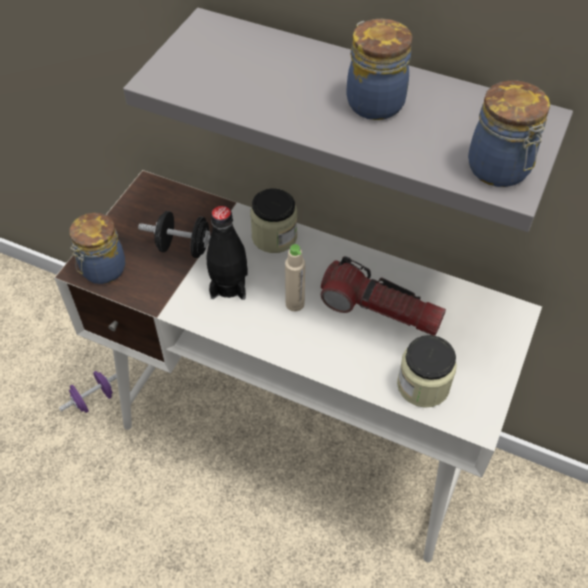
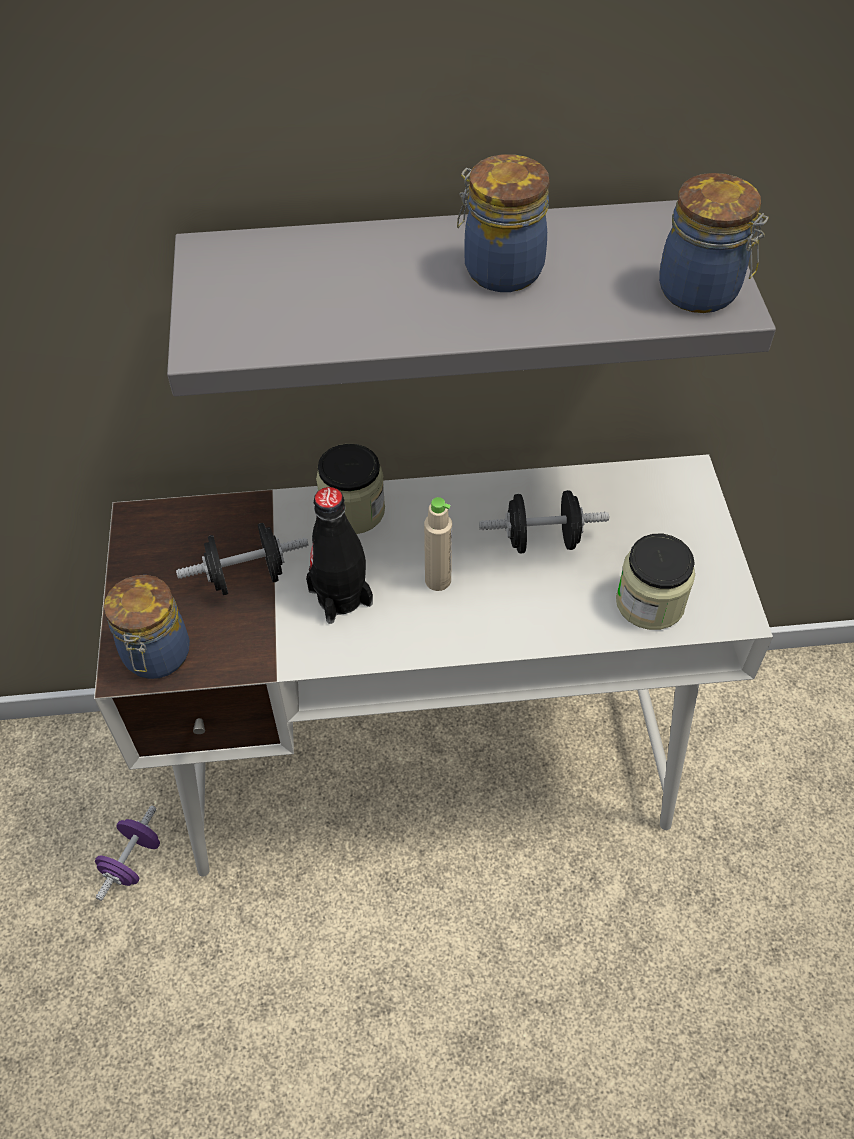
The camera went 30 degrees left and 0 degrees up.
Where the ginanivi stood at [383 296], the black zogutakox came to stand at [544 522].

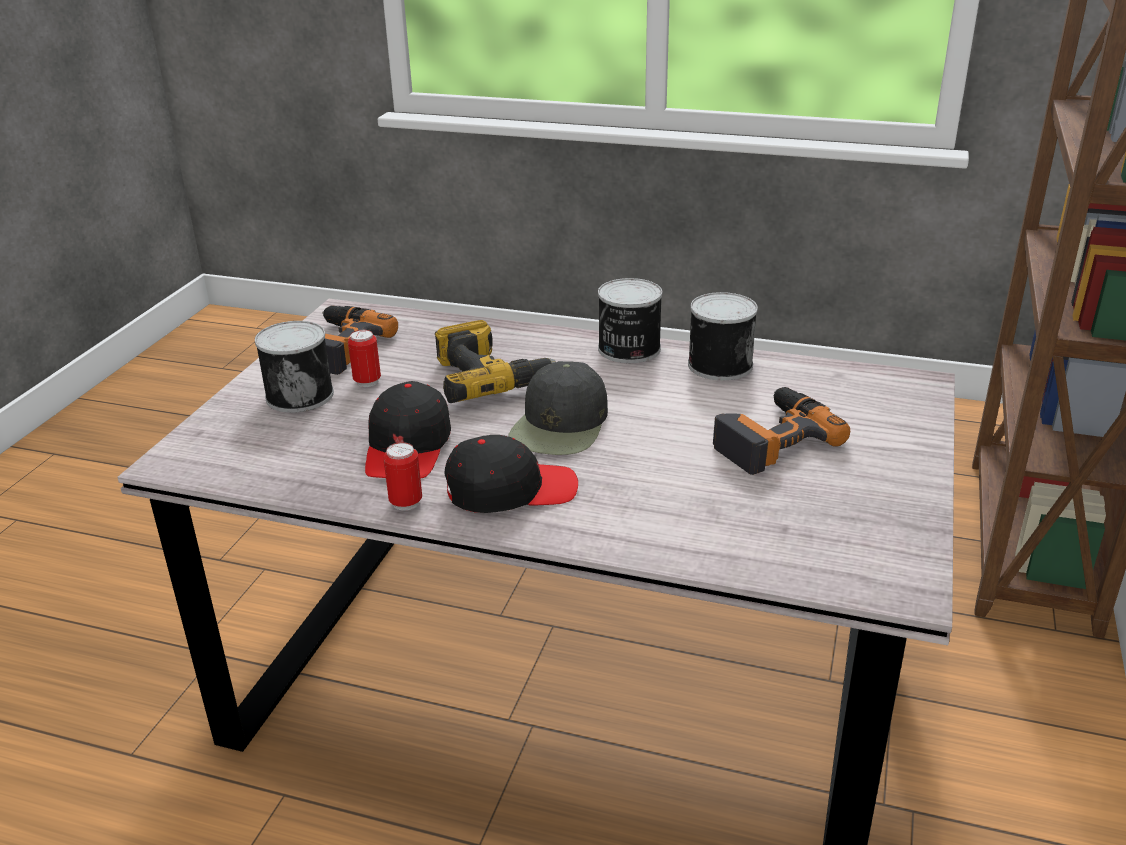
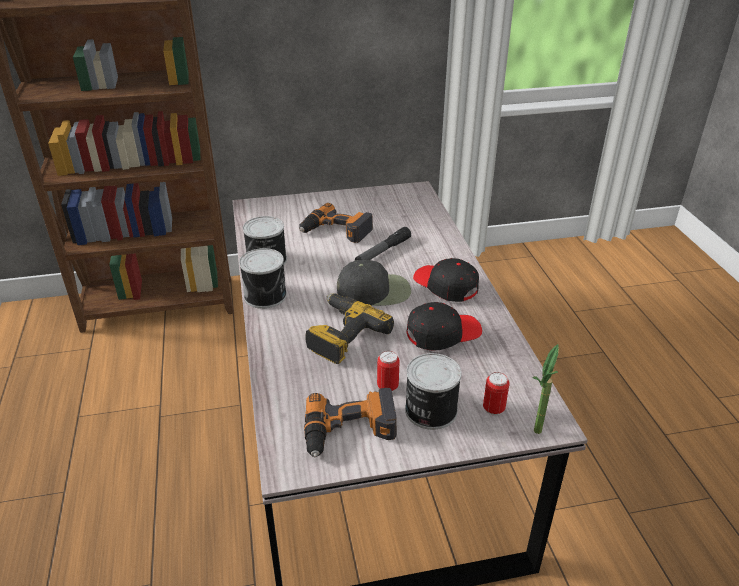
The camera went 120 degrees left and 5 degrees up.
The second view gained the ginanivi at [383 243].
The second view gained the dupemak at [545 389].
The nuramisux ended up elsewhere, having gone from [402 476] to [496 394].

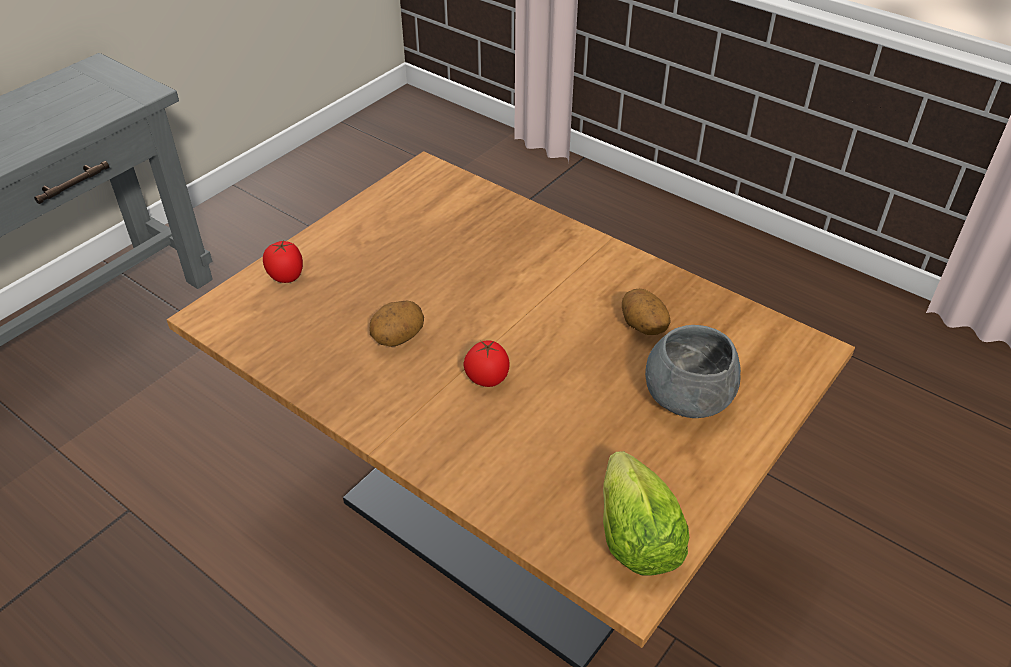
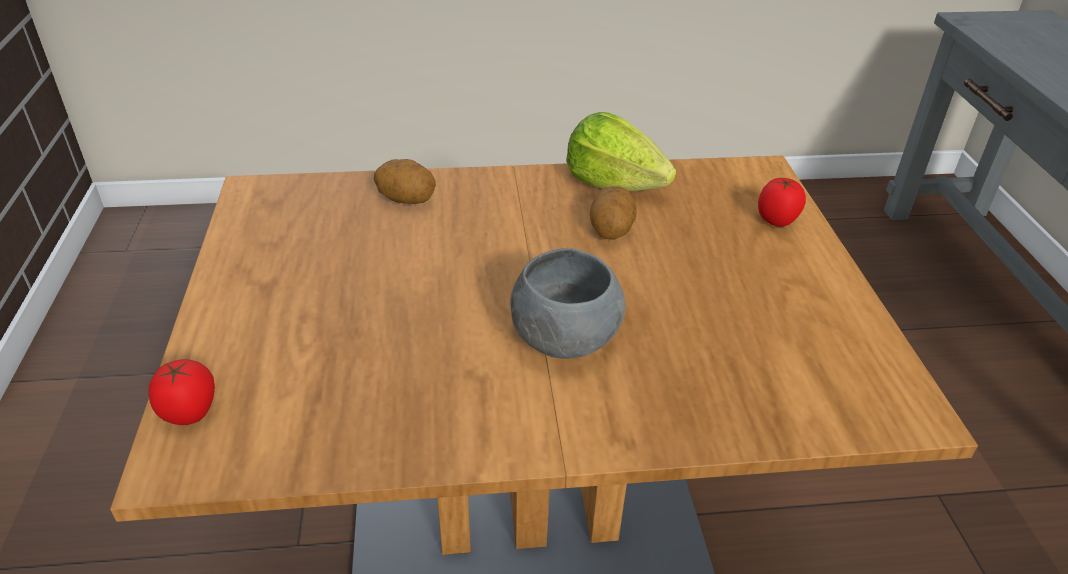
The camera went 135 degrees right and 5 degrees down.
The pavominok ended up elsewhere, having gone from [487 363] to [181 392].
The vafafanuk ended up elsewhere, having gone from [646 513] to [621 151].
The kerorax ended up elsewhere, having gone from [646 312] to [405 181].
The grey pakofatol ended up elsewhere, having gone from [693 371] to [568 303].

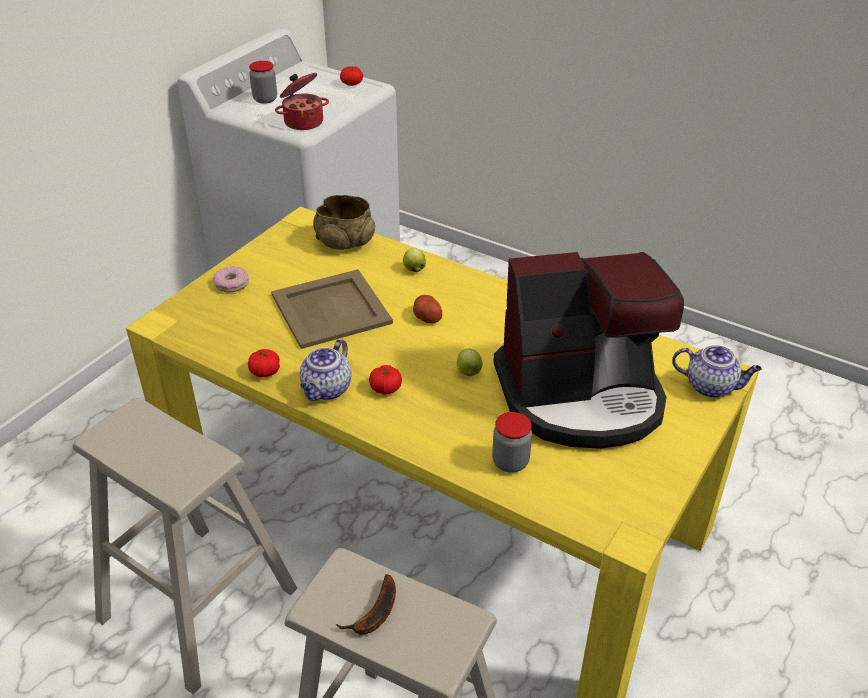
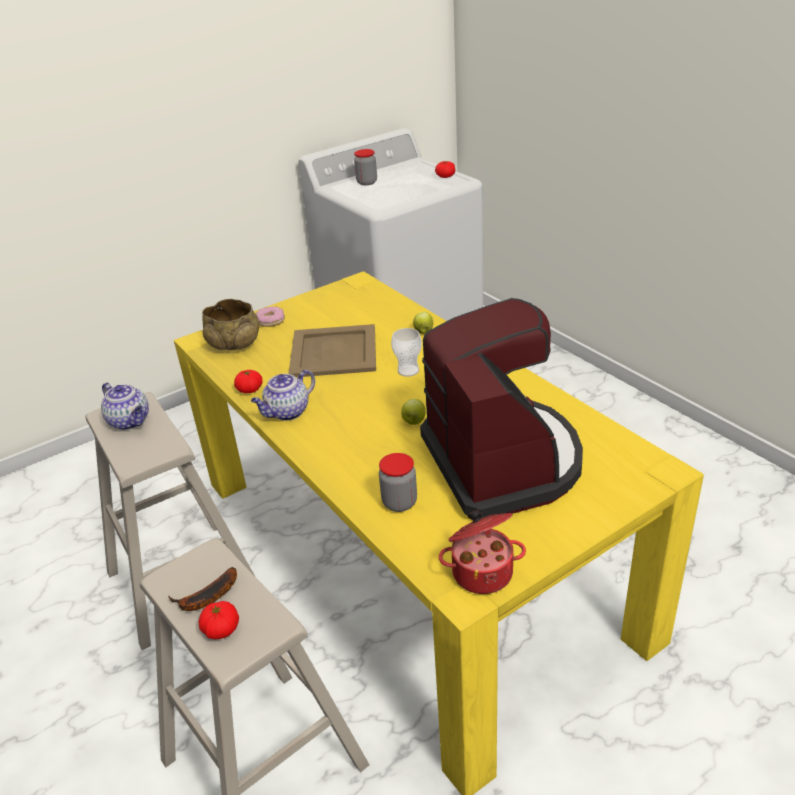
The camera went 25 degrees right and 5 degrees down.
The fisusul ended up elsewhere, having gone from [302 101] to [482 551].
The beige pakofatol ended up elsewhere, having gone from [344 222] to [231 324].
The pavominok ended up elsewhere, having gone from [385 380] to [219 620].
The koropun ended up elsewhere, having gone from [717 371] to [125 406].
Where the kerorax stood at [427 309], the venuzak came to stand at [406 352].
The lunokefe at [588 350] ended up facing another way, 120 degrees counterclockwise from before.

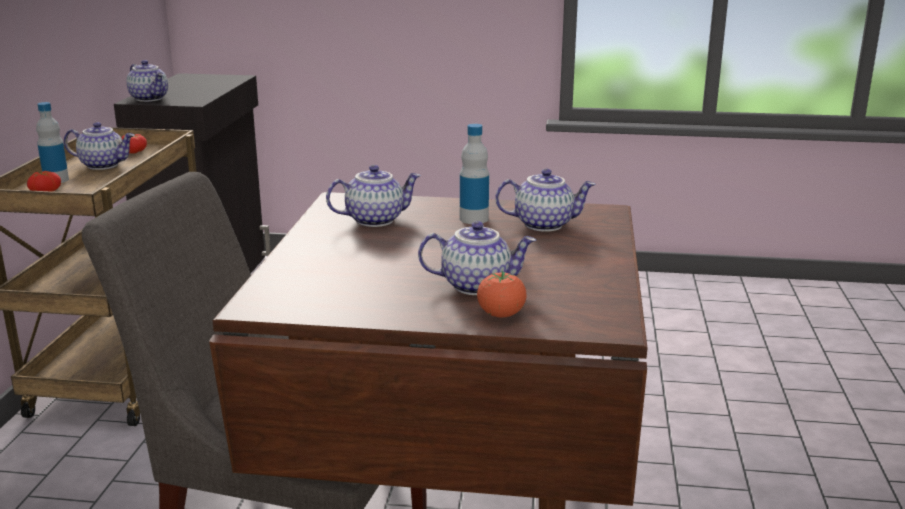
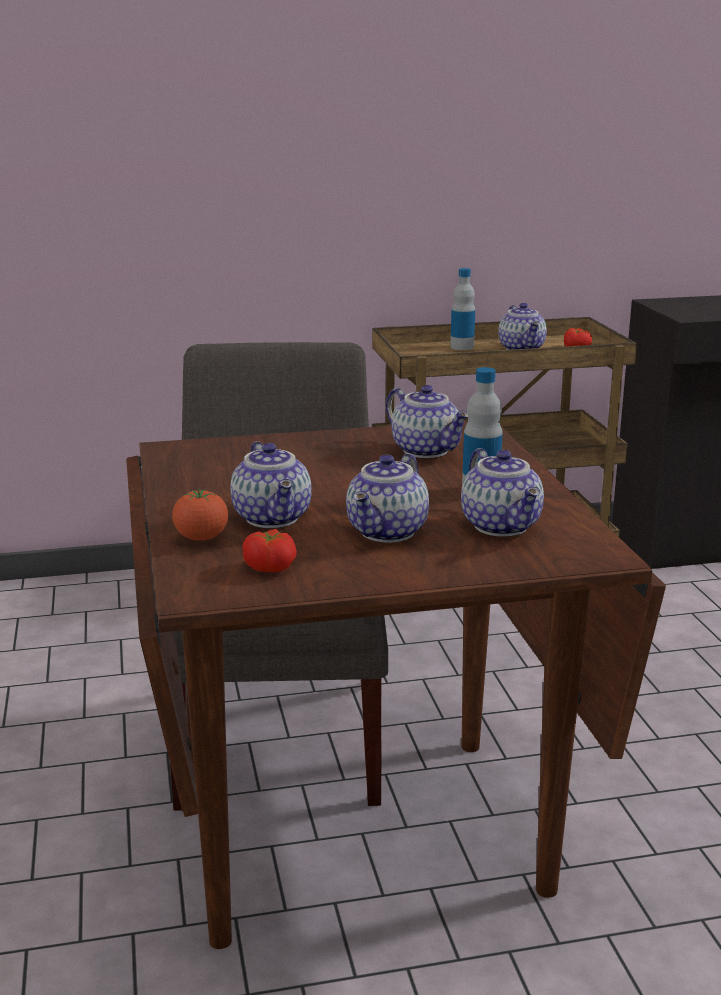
The camera went 70 degrees right and 0 degrees up.
The pavominok ended up elsewhere, having gone from [44 181] to [269 550].
The koropun ended up elsewhere, having gone from [147 81] to [387 498].

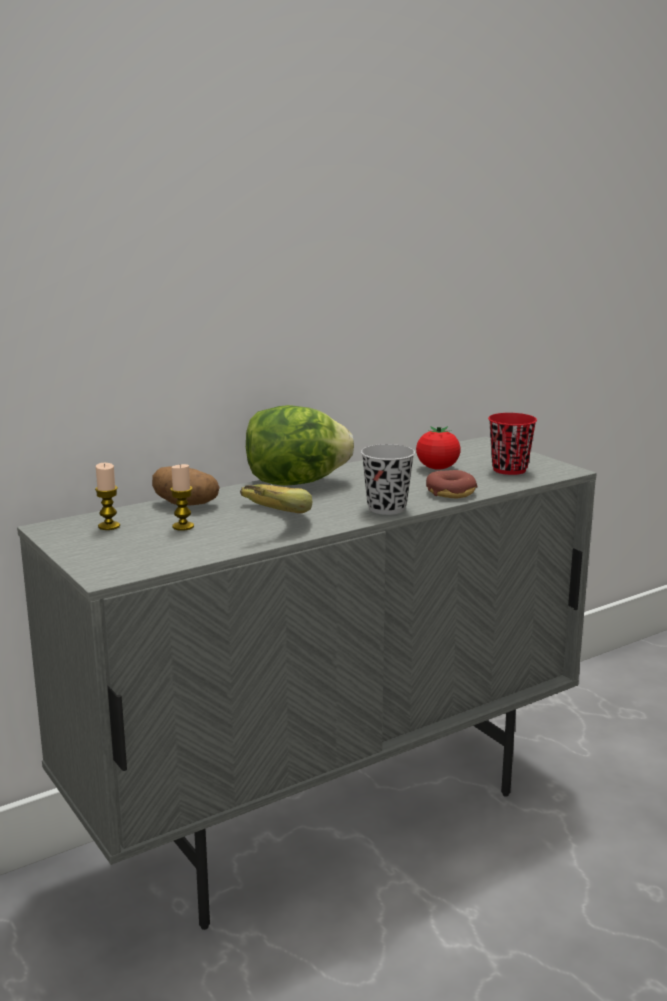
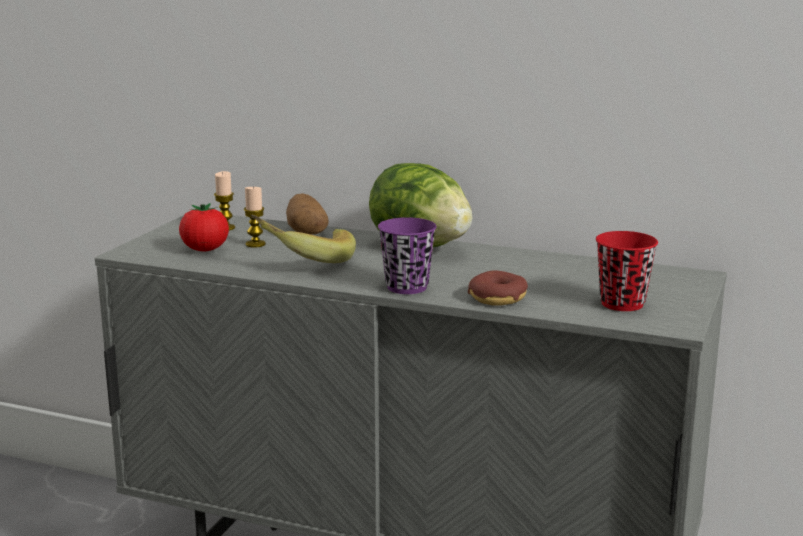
The camera went 55 degrees right and 0 degrees up.
The pavominok ended up elsewhere, having gone from [438 448] to [204 227].
What was the black venuzak at [388 479] turned into the purple venuzak at [407 255].

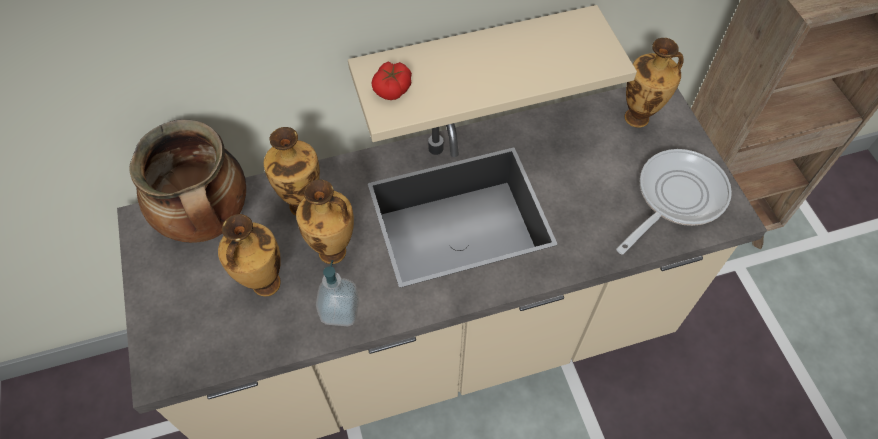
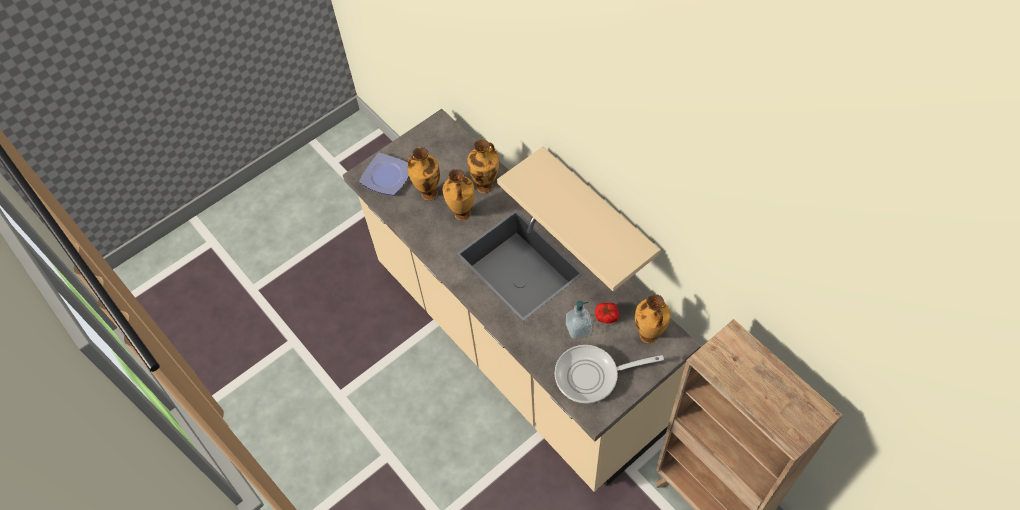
The camera went 70 degrees right and 0 degrees up.
The second view lost the fisusul at [187 181].
The second view gained the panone at [384 174].
The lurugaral ended up elsewhere, having gone from [337 293] to [579 320].
The pavominok ended up elsewhere, having gone from [391 81] to [607 313].
The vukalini at [674 201] ended up facing another way, 150 degrees clockwise from before.

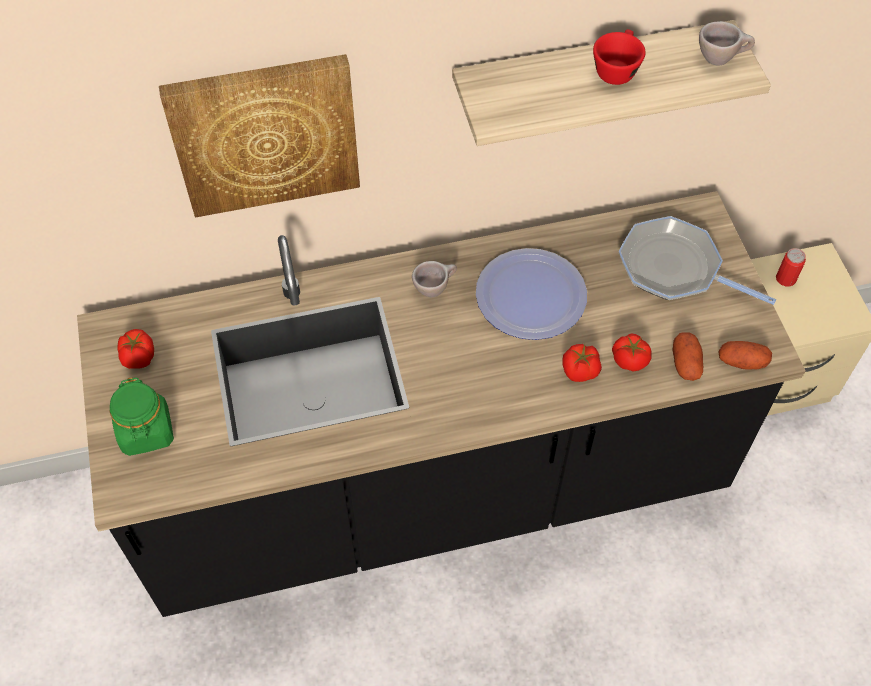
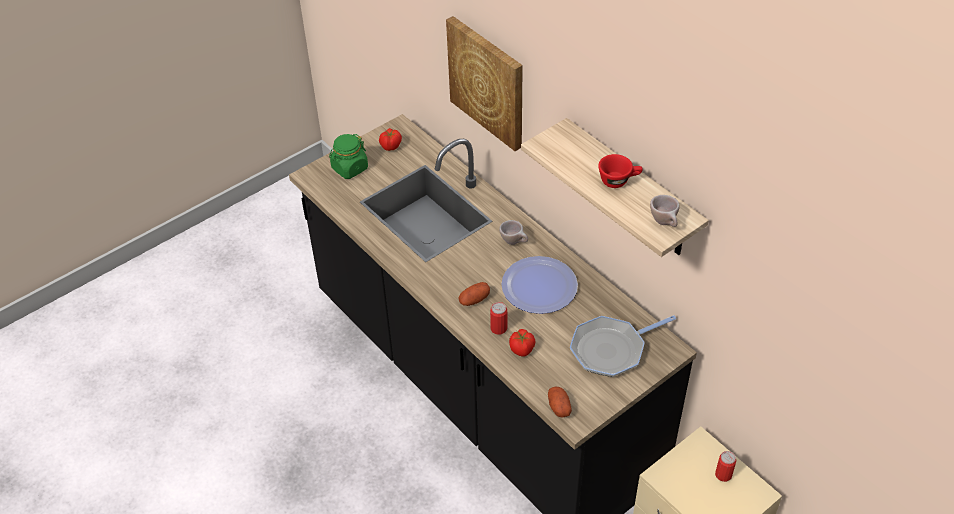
The camera went 65 degrees right and 10 degrees down.
The kerorax ended up elsewhere, having gone from [688 356] to [474 294].
Where the pavominok stood at [582 363], the nuramisux came to stand at [498 318].
The vukalini at [697 260] ended up facing another way, 120 degrees counterclockwise from before.

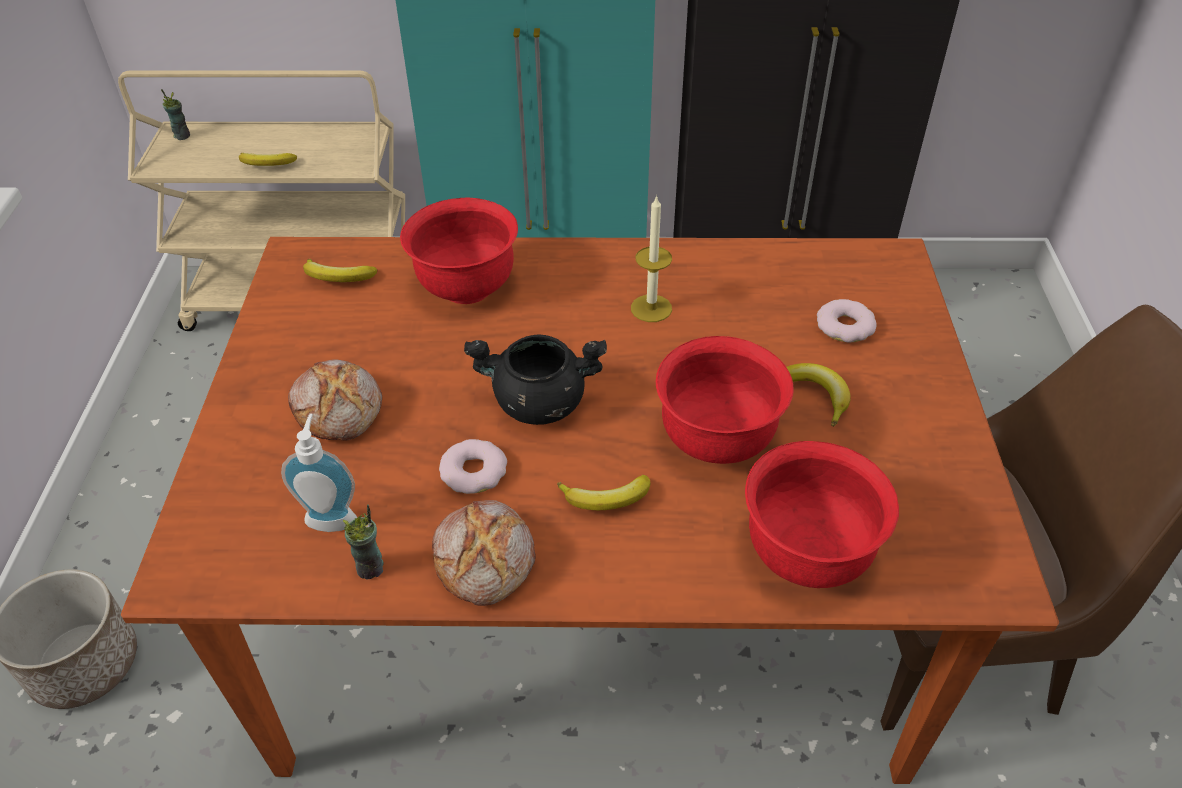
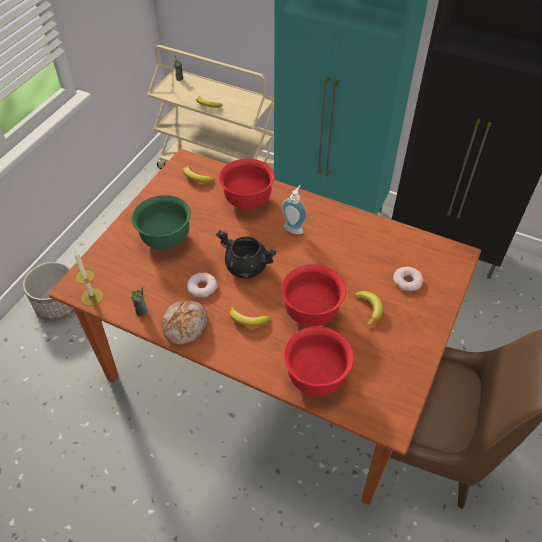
The camera went 25 degrees right and 5 degrees up.
The lurugaral ended up elsewhere, having gone from [319 473] to [294 209].
The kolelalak ended up elsewhere, having gone from [651 258] to [89 278].
Where the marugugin stood at [335 400], the green pakofatol came to stand at [161 222].

